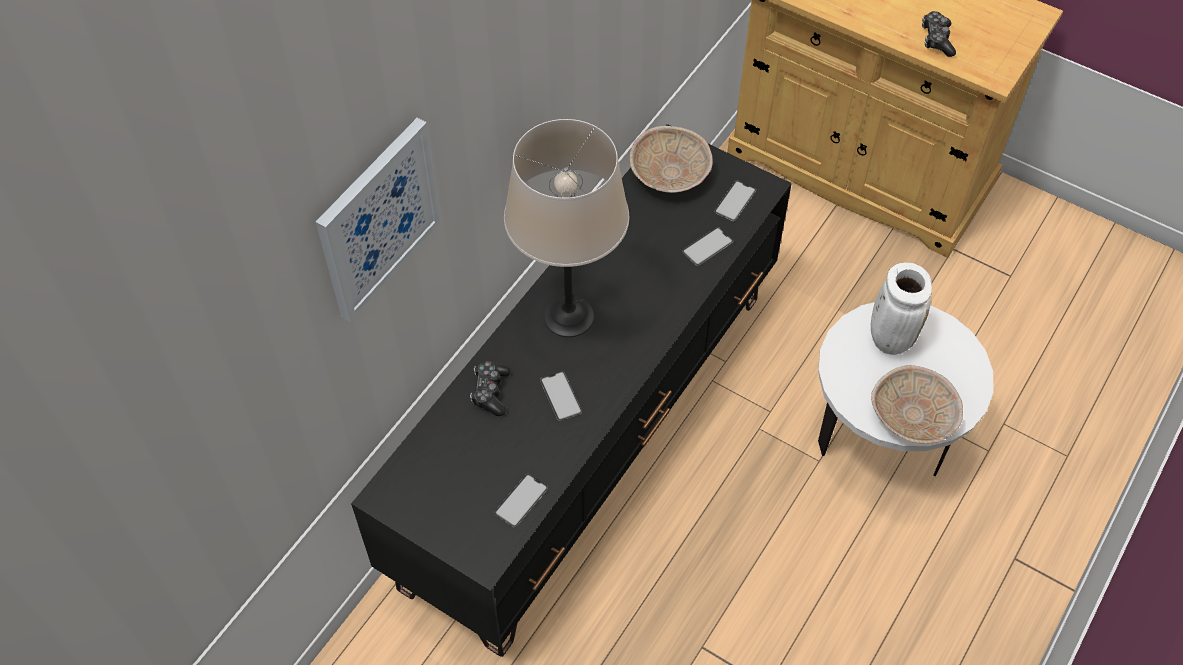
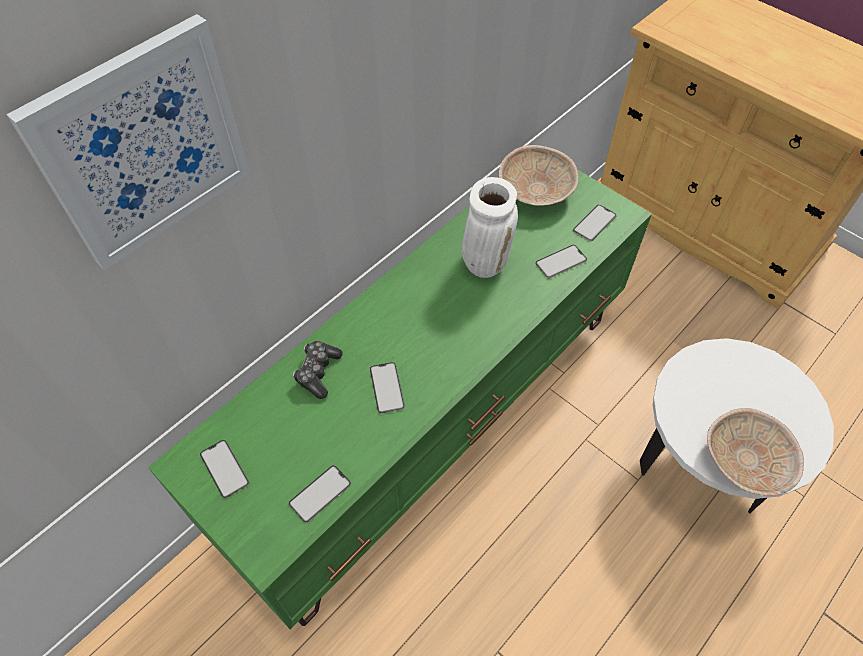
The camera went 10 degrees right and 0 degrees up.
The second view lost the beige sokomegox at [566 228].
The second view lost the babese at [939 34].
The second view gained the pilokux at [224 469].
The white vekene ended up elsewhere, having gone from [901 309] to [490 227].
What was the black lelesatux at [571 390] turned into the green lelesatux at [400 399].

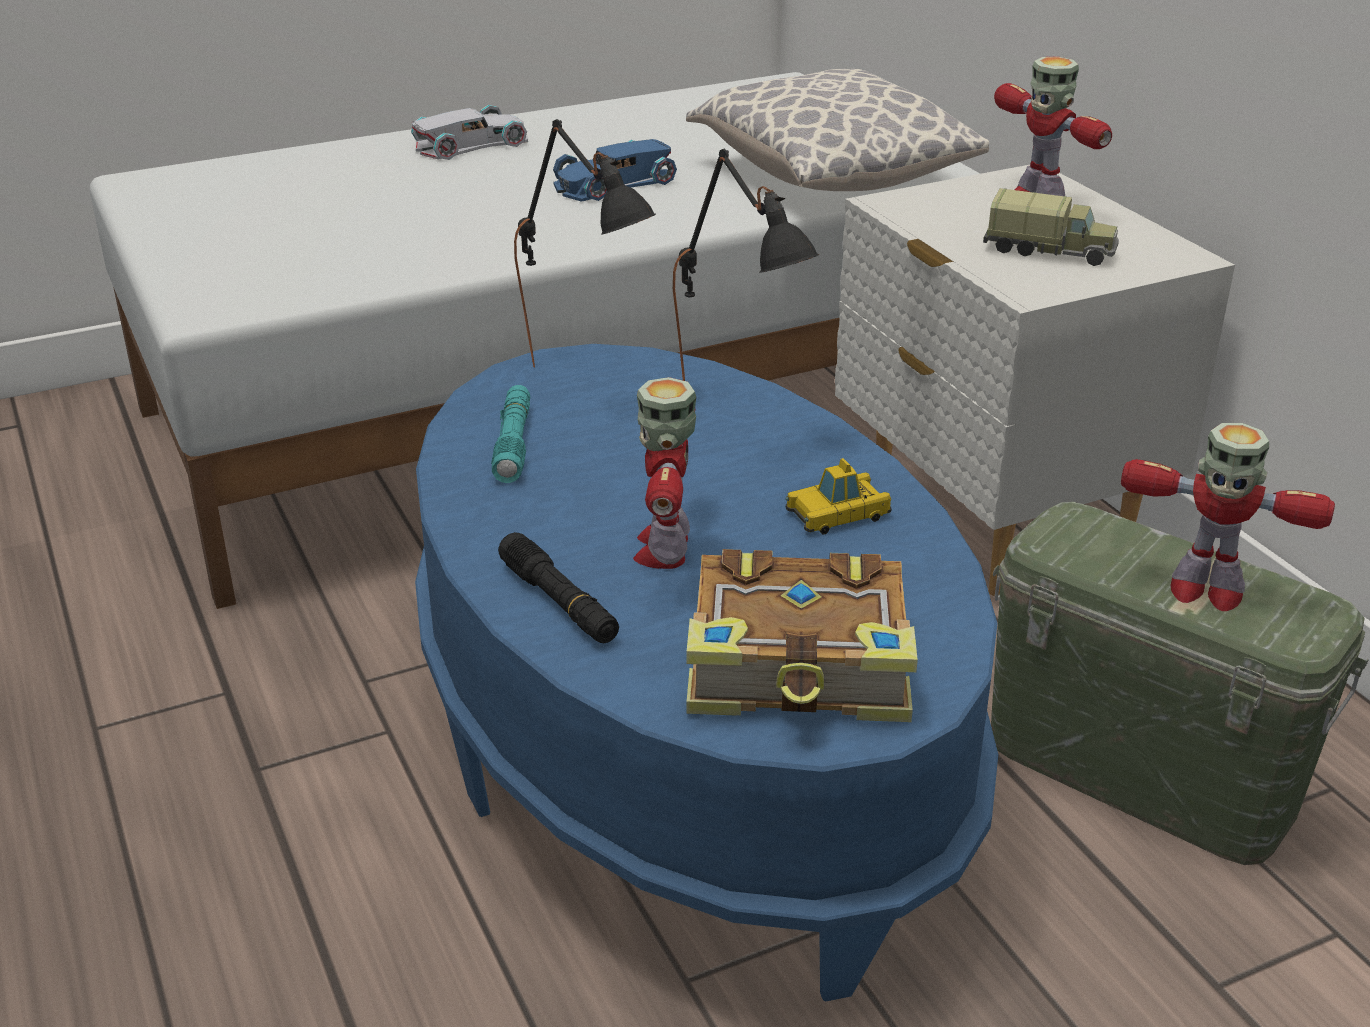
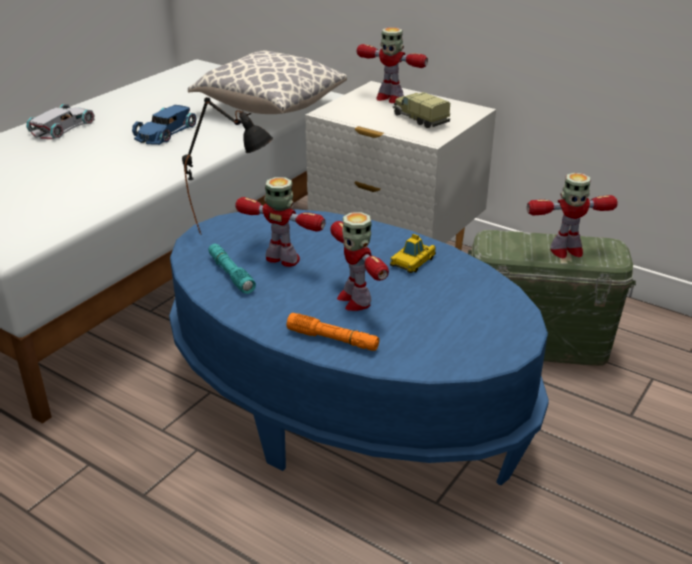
The camera went 30 degrees left and 0 degrees up.
The second view lost the black sokomegox at [746 265].
The second view lost the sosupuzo at [802 635].
The second view gained the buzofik at [281 222].
What was the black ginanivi at [558 587] turned into the orange ginanivi at [333 332].
The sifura at [1051 227] ended up facing another way, 120 degrees counterclockwise from before.

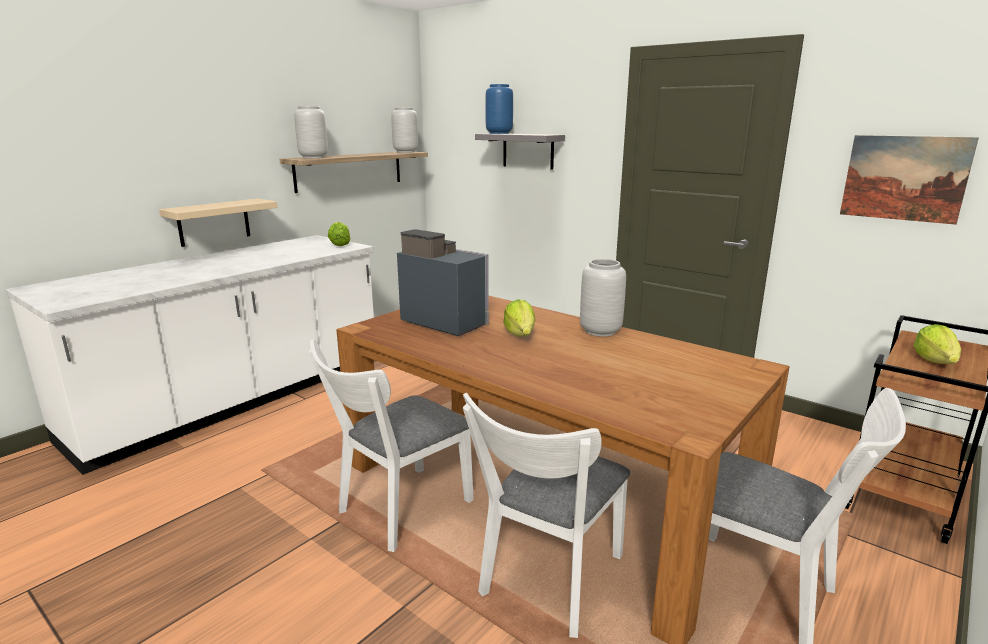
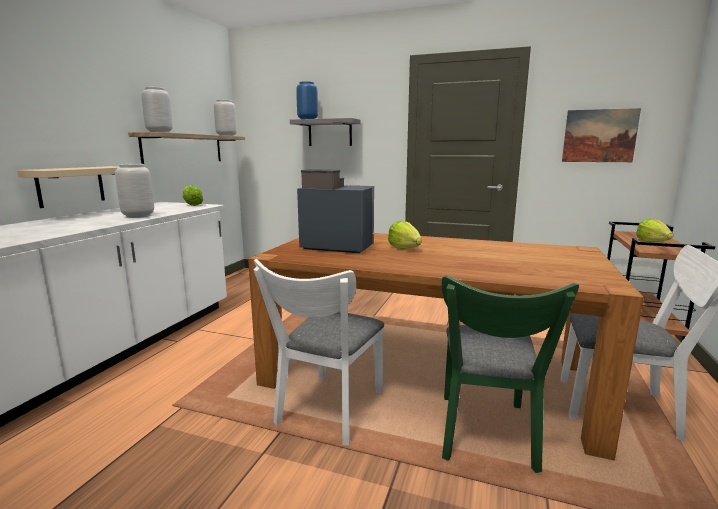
The camera went 20 degrees left and 5 degrees down.
The grey vekene ended up elsewhere, having gone from [603 298] to [134 191].
What was the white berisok at [546 515] turned into the green berisok at [510 374].

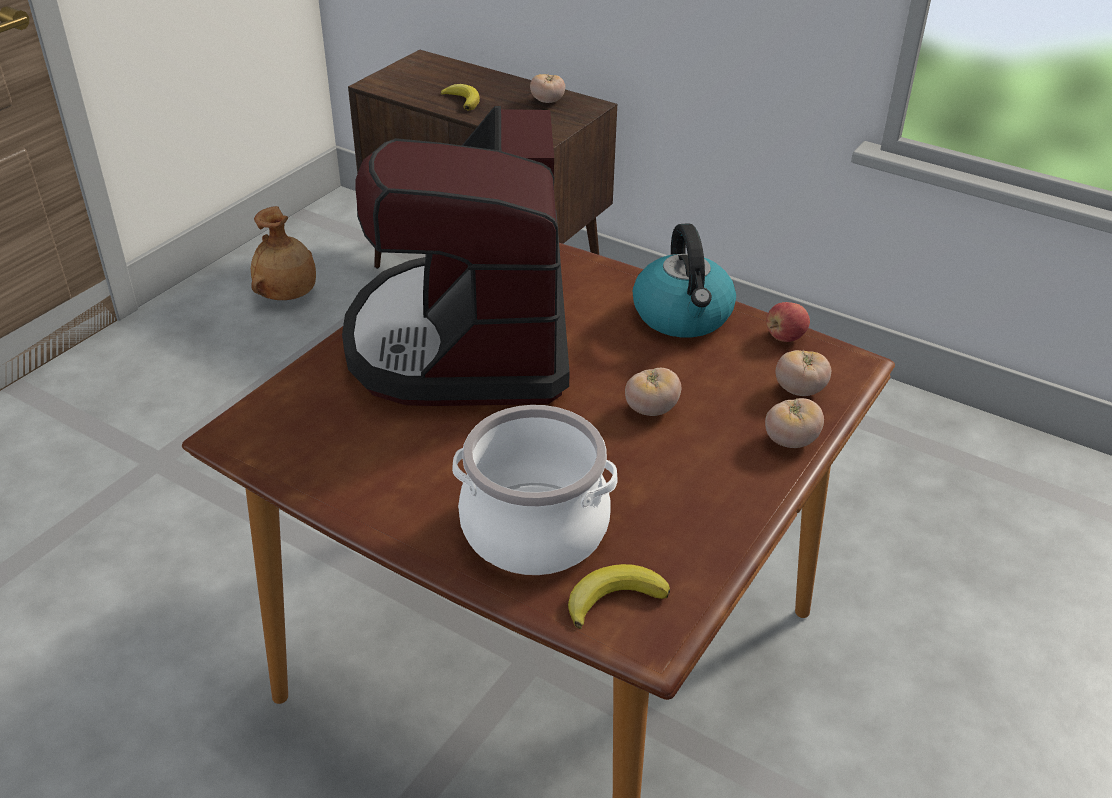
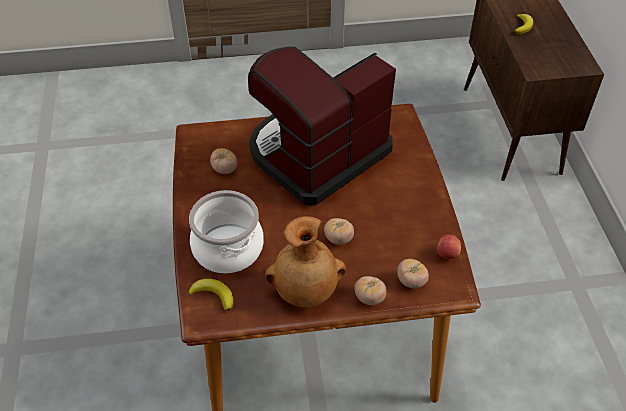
The camera went 50 degrees right and 10 degrees up.
The second view lost the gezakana at [684 280].
The brown vekene ended up elsewhere, having gone from [283 253] to [305 261].
The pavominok ended up elsewhere, having gone from [547 88] to [223 161].

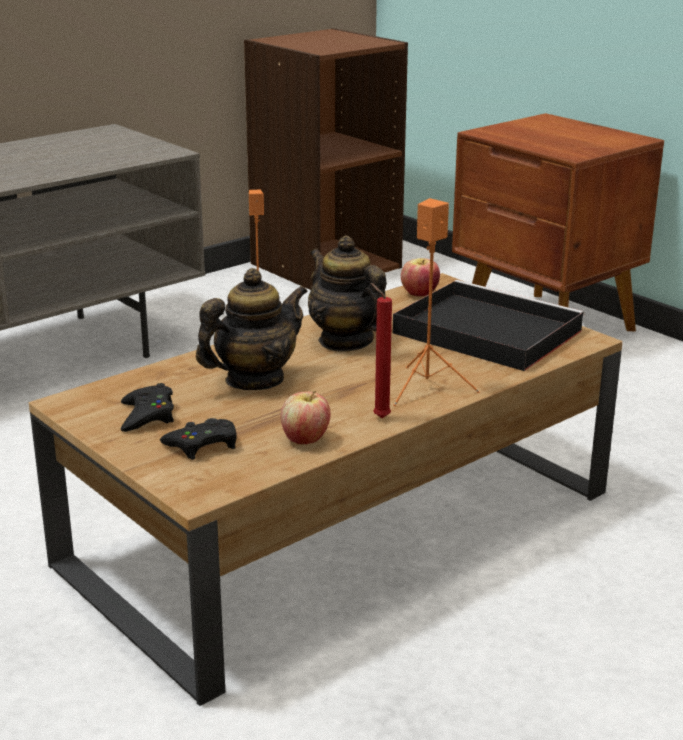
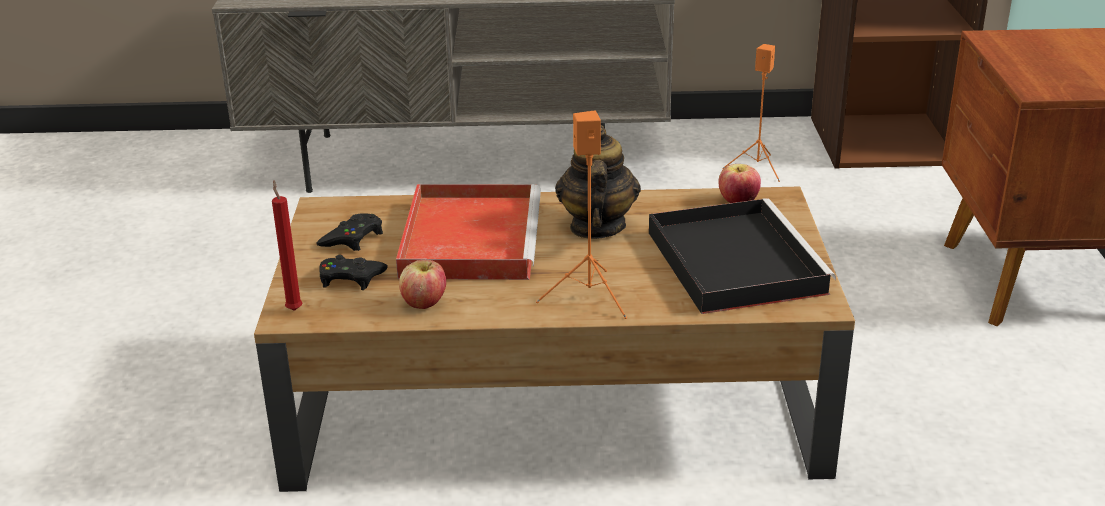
The camera went 40 degrees right and 5 degrees up.
The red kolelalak ended up elsewhere, having gone from [381 350] to [287 245].
Where the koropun stood at [252 329], the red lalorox came to stand at [468 232].

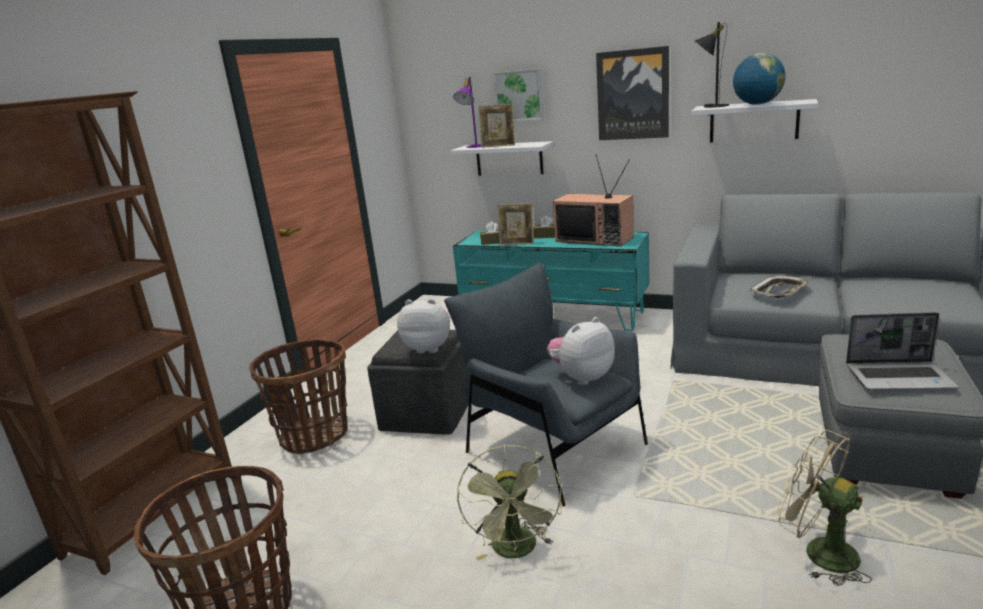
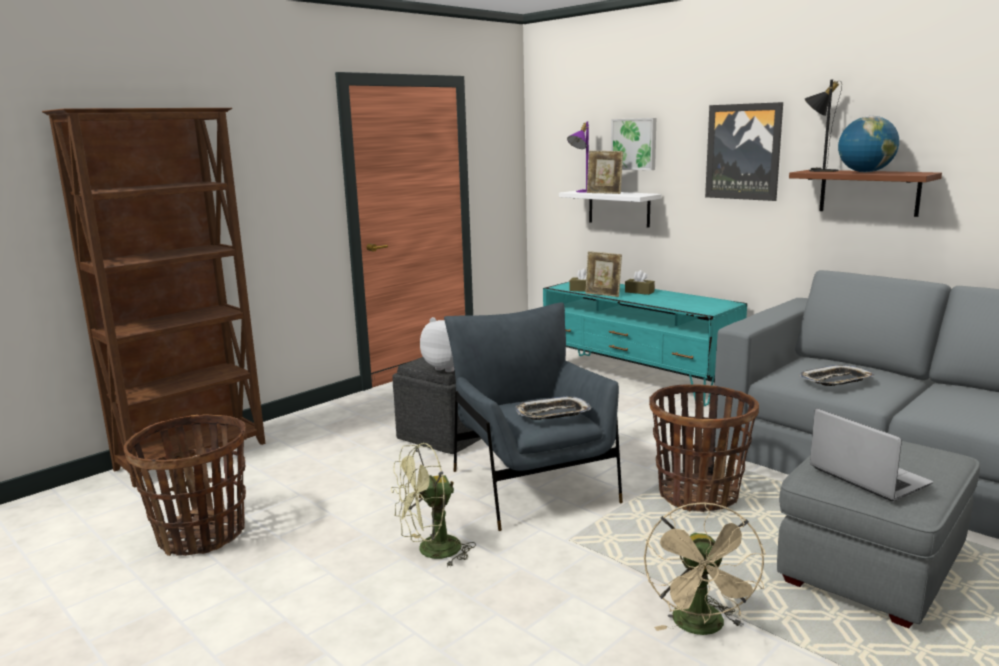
The camera went 20 degrees right and 5 degrees down.
The second view lost the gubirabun at [593 200].
The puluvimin ended up elsewhere, having gone from [298 396] to [704 448].
Where the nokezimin stood at [581 351], the lalorox came to stand at [553 408].
What was the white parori at [755 121] turned into the brown parori at [865 193].
The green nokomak at [509 503] ended up facing another way, 45 degrees clockwise from before.
The beige nokomak at [824 508] ended up facing another way, 150 degrees counterclockwise from before.
The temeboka at [902 351] ended up facing another way, 150 degrees counterclockwise from before.

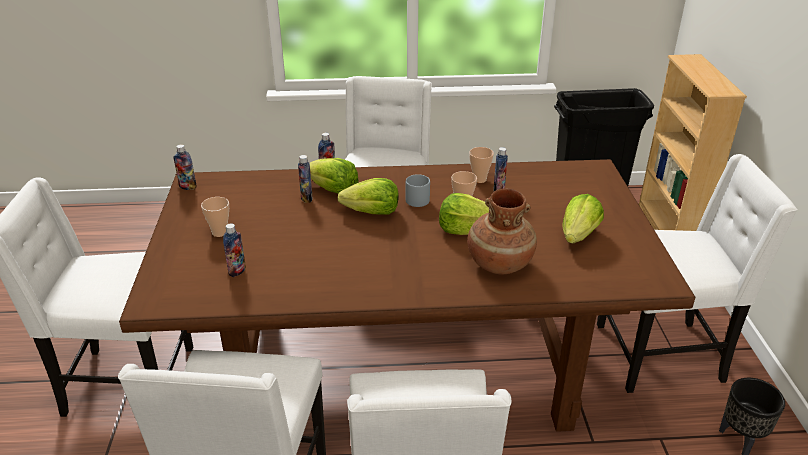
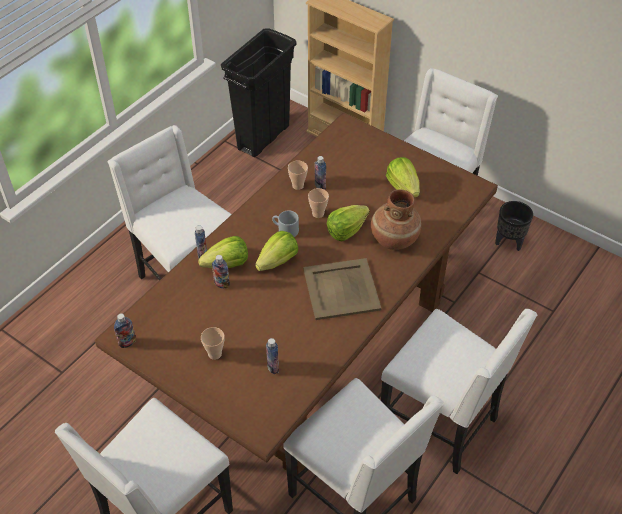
The camera went 50 degrees left and 15 degrees up.
The second view gained the beige lalorox at [342 289].

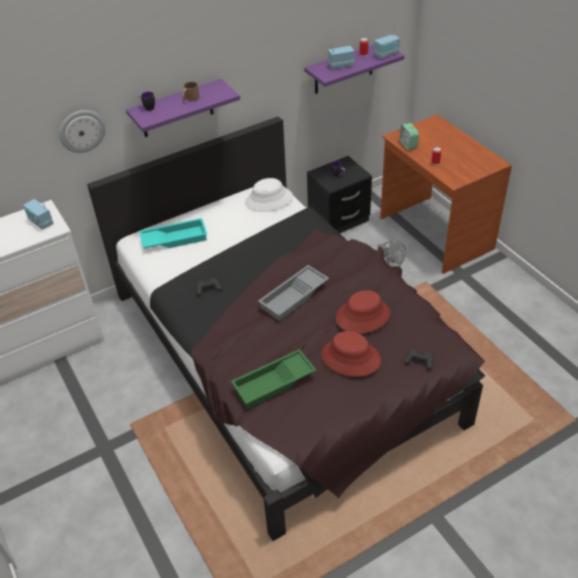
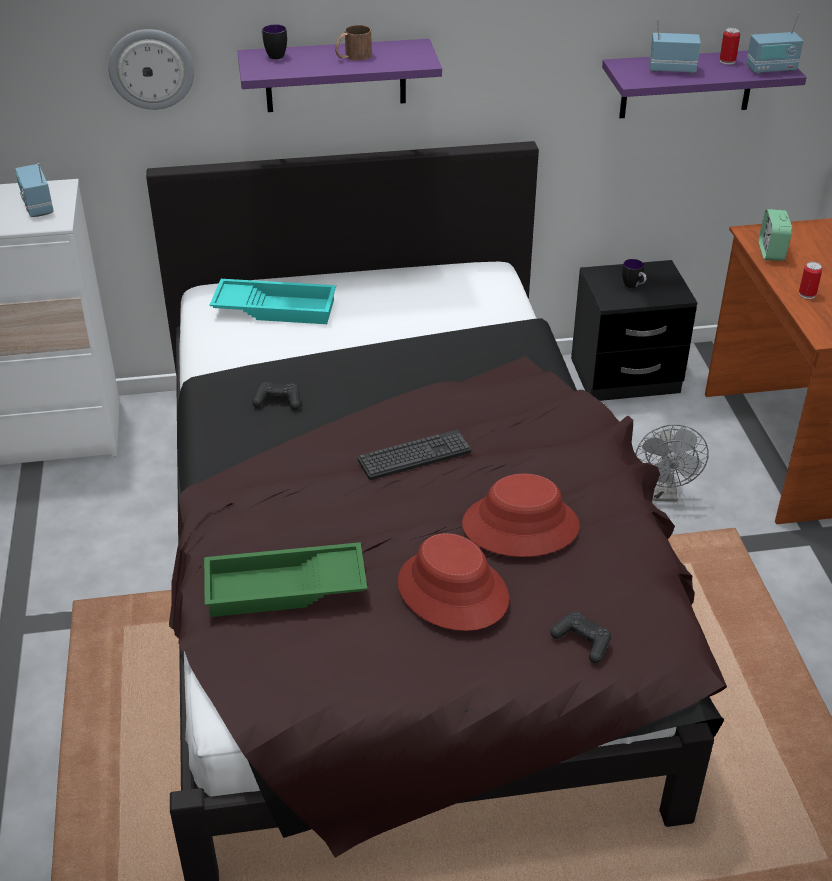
The camera went 20 degrees right and 5 degrees down.
The second view lost the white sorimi at [269 195].
Where the grey lalorox stood at [293 293], the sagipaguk came to stand at [414 455].

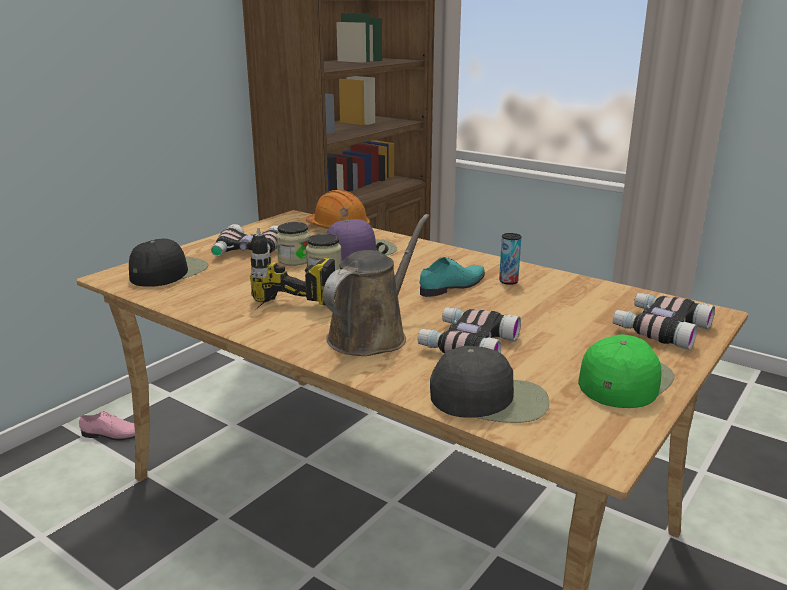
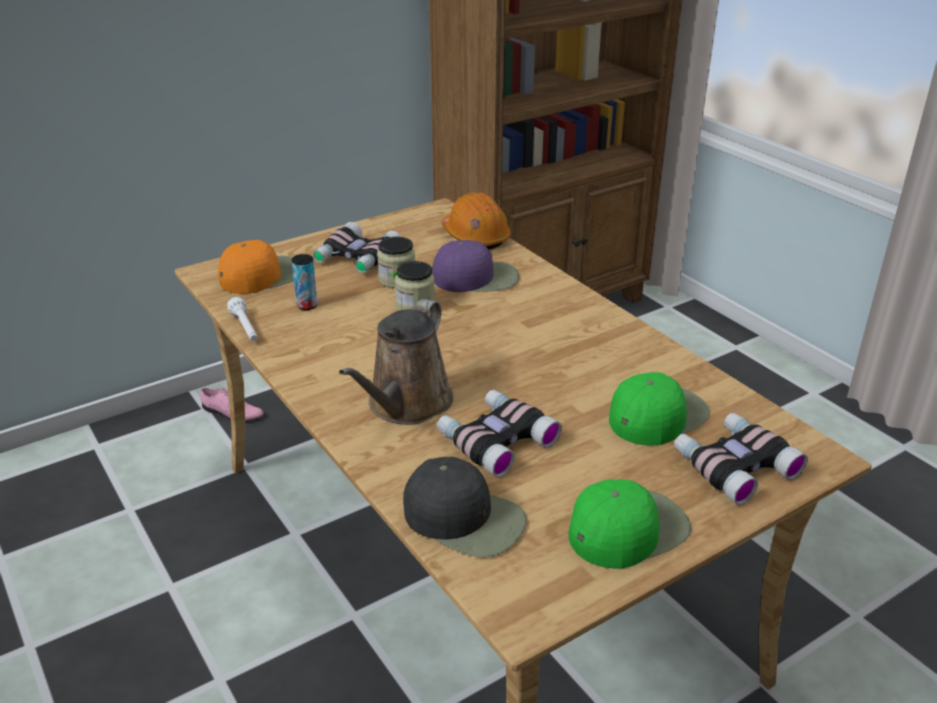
The camera went 20 degrees right and 10 degrees up.
The second view lost the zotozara at [293 269].
The second view lost the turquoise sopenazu at [452 277].
The second view gained the white ginanivi at [242 319].
The second view gained the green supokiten at [659 408].
The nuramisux ended up elsewhere, having gone from [510 259] to [305 282].
What was the black supokiten at [168 262] turned into the orange supokiten at [256 267].
The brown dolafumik at [376 285] ended up facing another way, 150 degrees clockwise from before.

